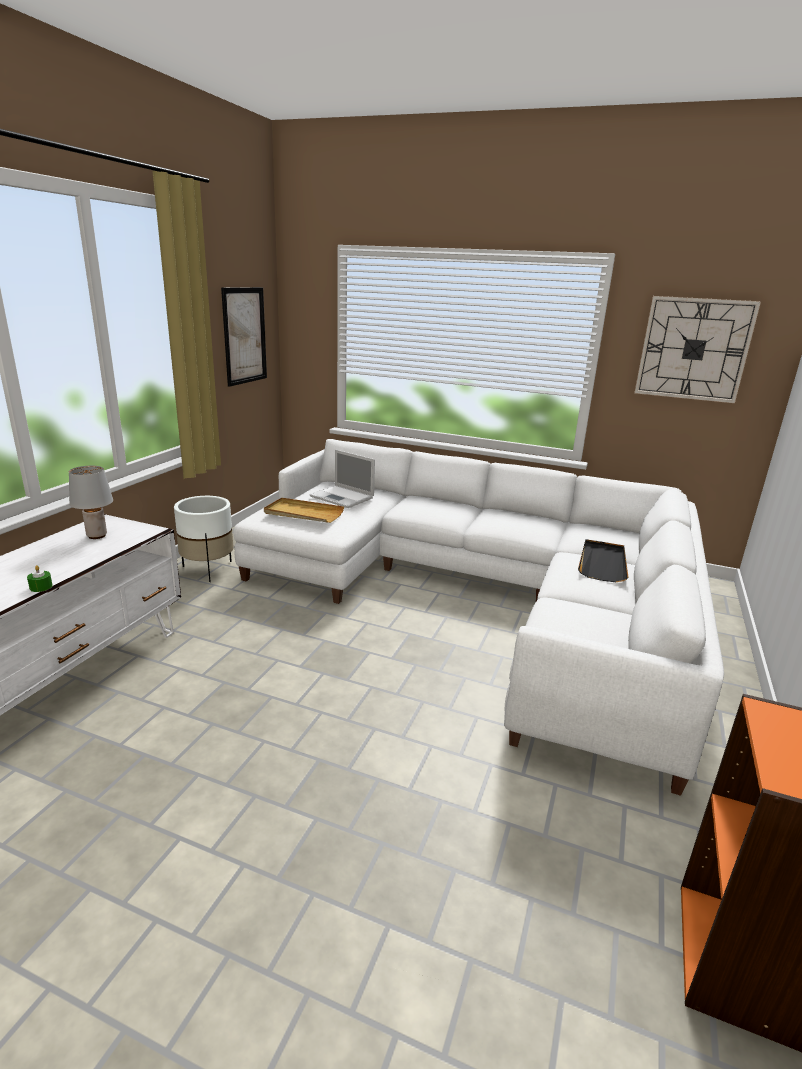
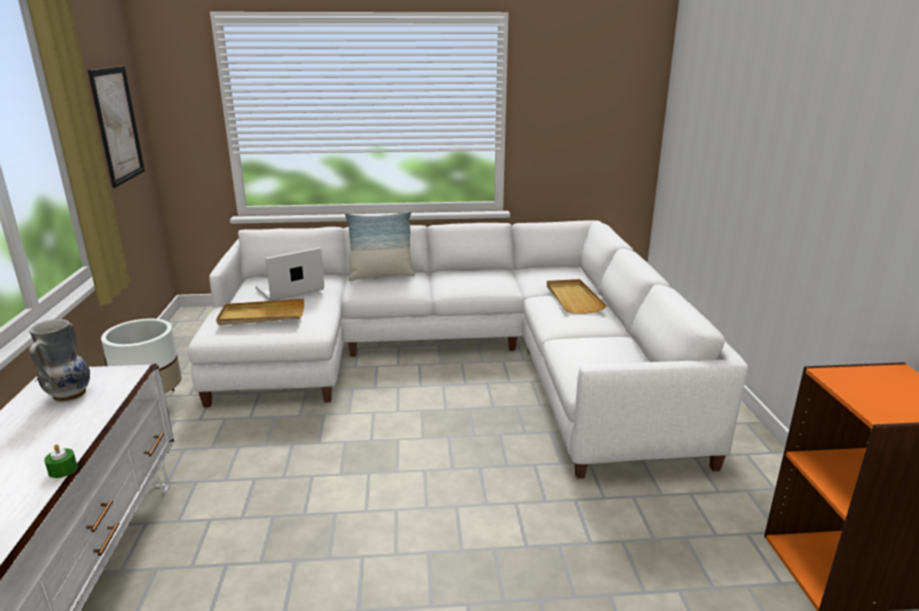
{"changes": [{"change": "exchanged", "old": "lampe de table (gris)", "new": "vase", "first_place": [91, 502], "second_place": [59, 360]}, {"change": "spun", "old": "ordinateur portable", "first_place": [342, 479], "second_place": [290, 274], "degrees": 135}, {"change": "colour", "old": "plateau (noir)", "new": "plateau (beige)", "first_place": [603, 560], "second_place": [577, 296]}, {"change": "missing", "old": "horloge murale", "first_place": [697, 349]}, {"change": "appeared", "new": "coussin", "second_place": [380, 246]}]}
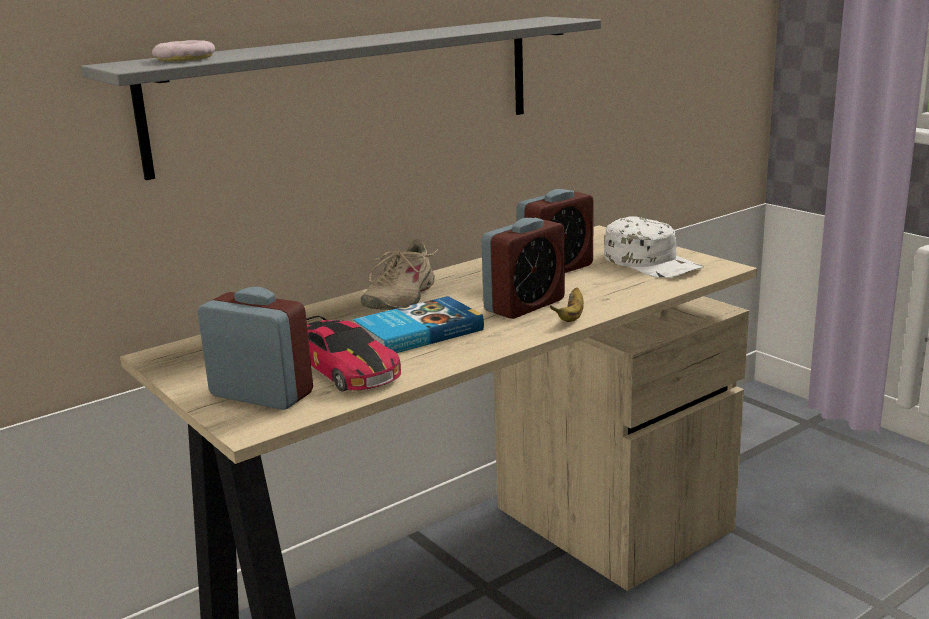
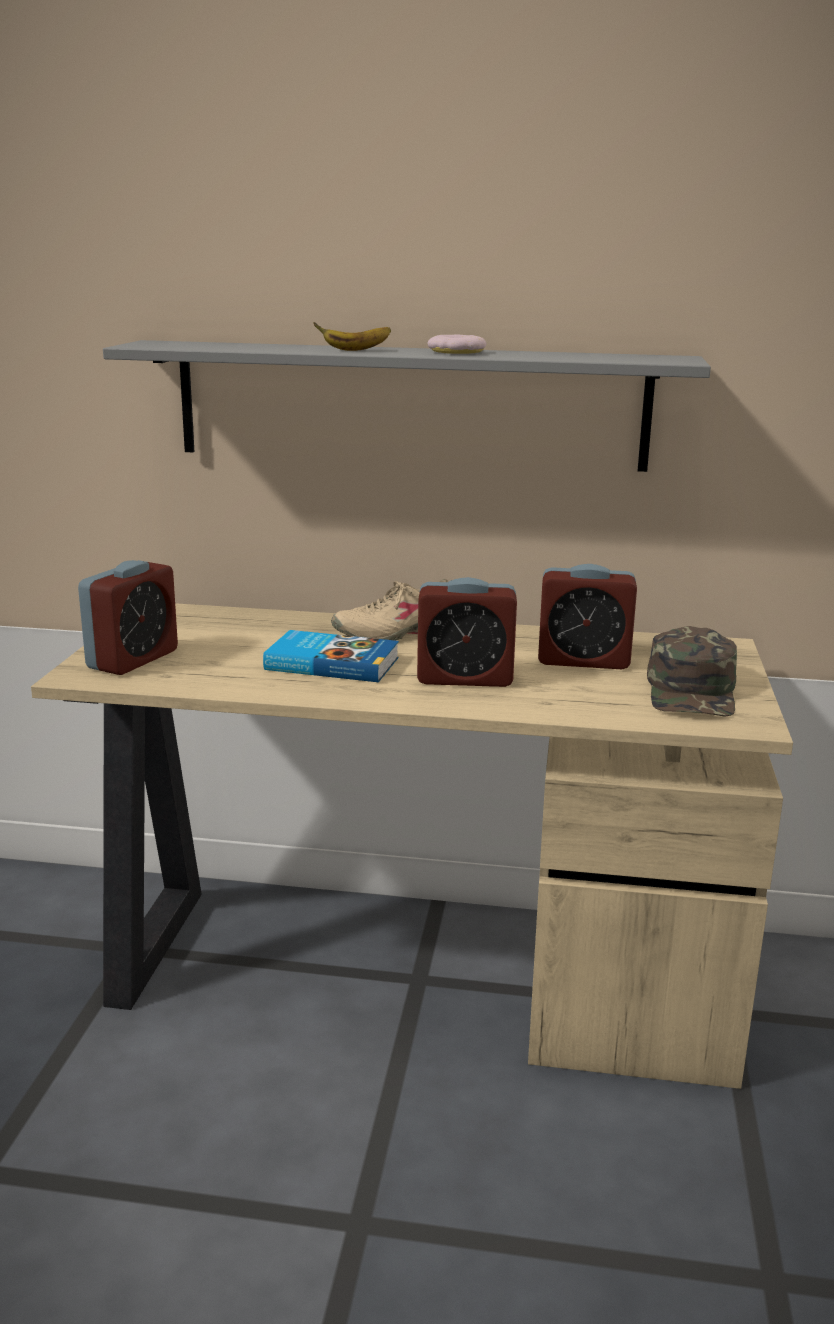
{"changes": [{"change": "relocated", "old": "beignet", "first_place": [183, 50], "second_place": [456, 344]}, {"change": "spun", "old": "réveil", "first_place": [255, 348], "second_place": [128, 617], "degrees": 45}, {"change": "missing", "old": "petite voiture", "first_place": [353, 354]}, {"change": "relocated", "old": "banane", "first_place": [567, 305], "second_place": [352, 336]}, {"change": "colour", "old": "casquette (blanc)", "new": "casquette (vert)", "first_place": [654, 247], "second_place": [692, 671]}]}
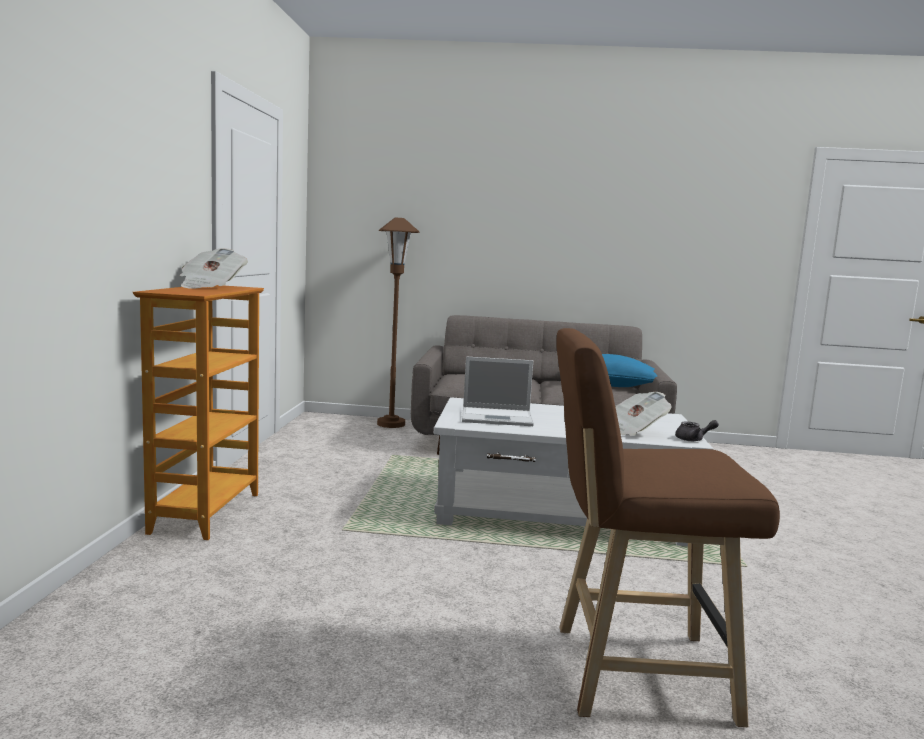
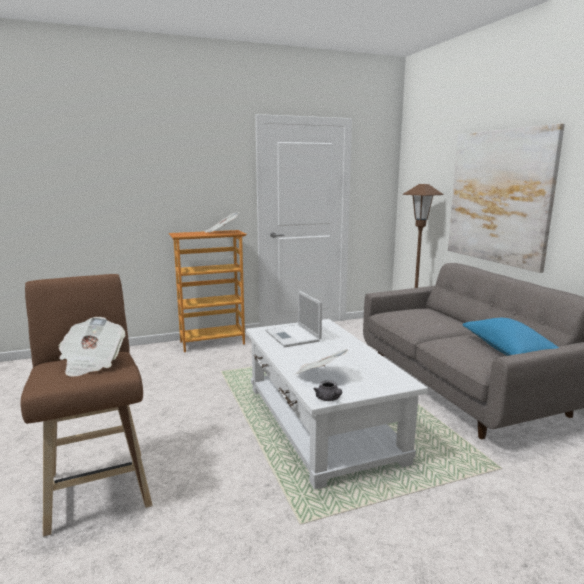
{"changes": [{"change": "appeared", "new": "journal", "second_place": [92, 347]}, {"change": "appeared", "new": "tableau", "second_place": [506, 198]}]}
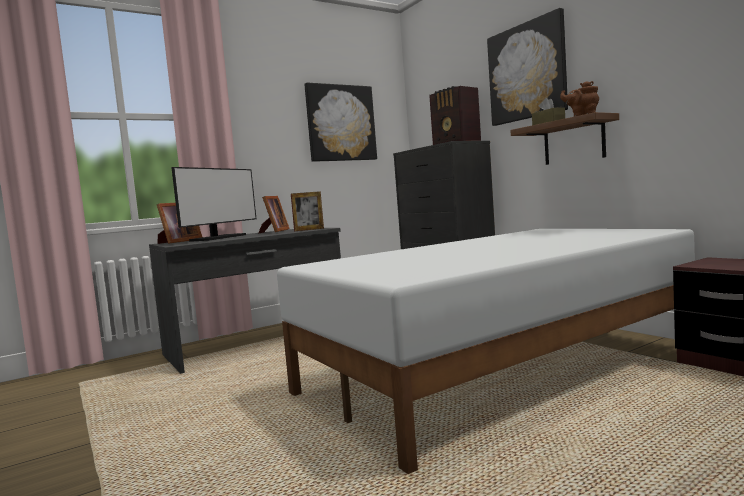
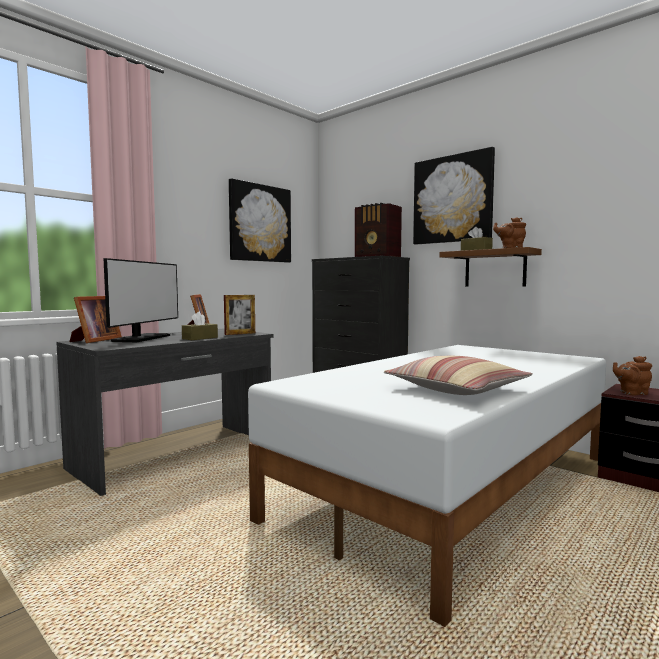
{"changes": [{"change": "appeared", "new": "boîte à mouchoirs (marron)", "second_place": [200, 326]}, {"change": "appeared", "new": "coussin", "second_place": [458, 375]}, {"change": "appeared", "new": "théière (marron)", "second_place": [632, 376]}]}
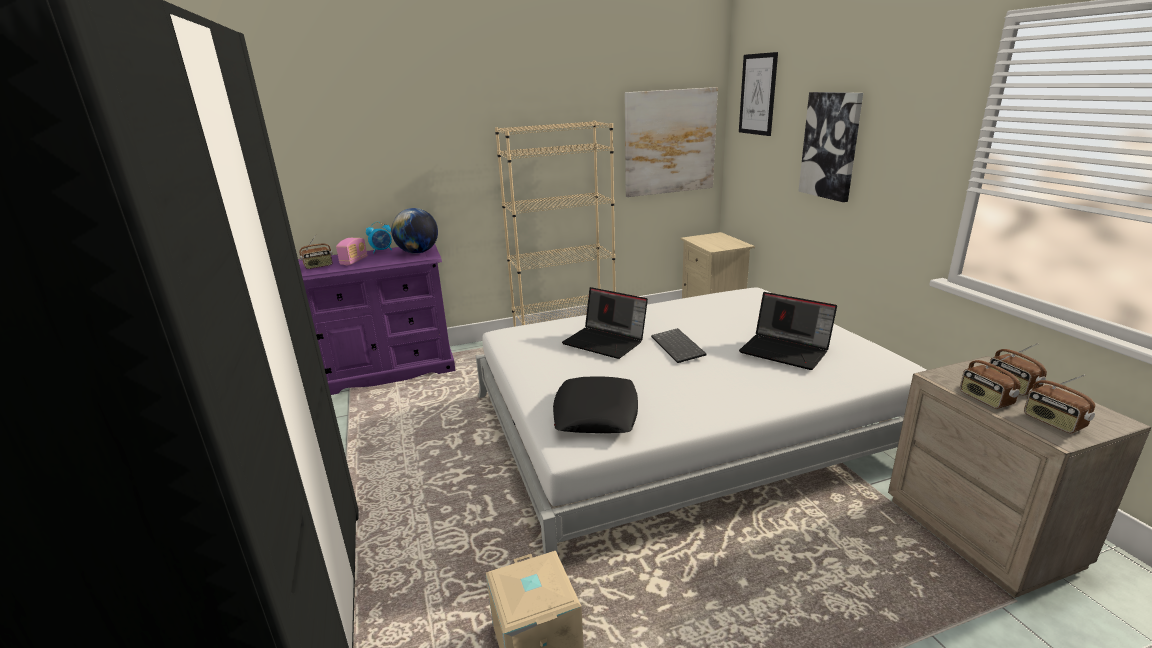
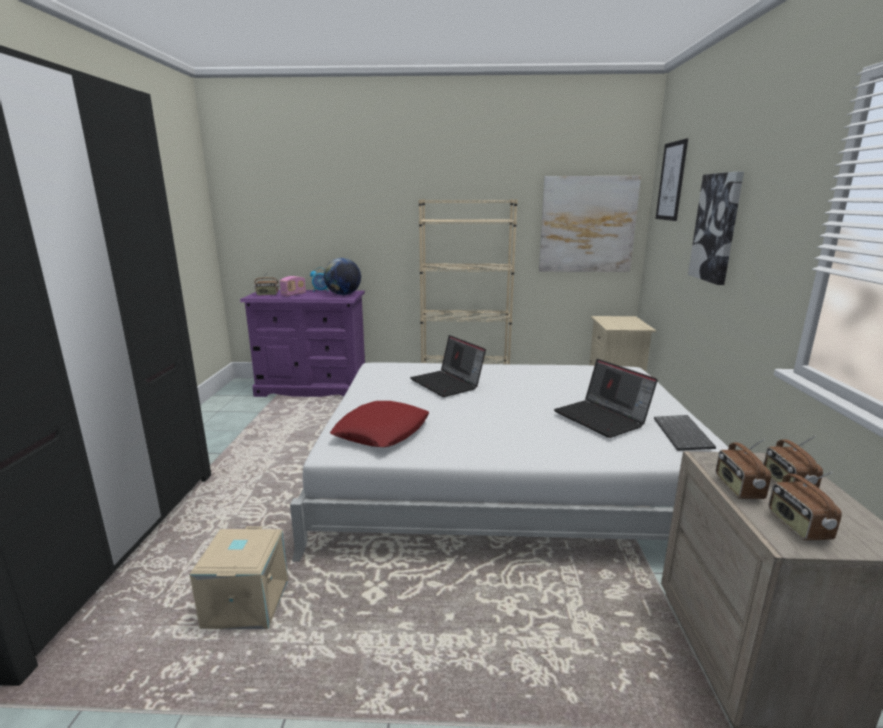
{"changes": [{"change": "colour", "old": "coussin (noir)", "new": "coussin (rouge)", "first_place": [595, 404], "second_place": [379, 424]}, {"change": "relocated", "old": "clavier", "first_place": [679, 345], "second_place": [685, 433]}]}
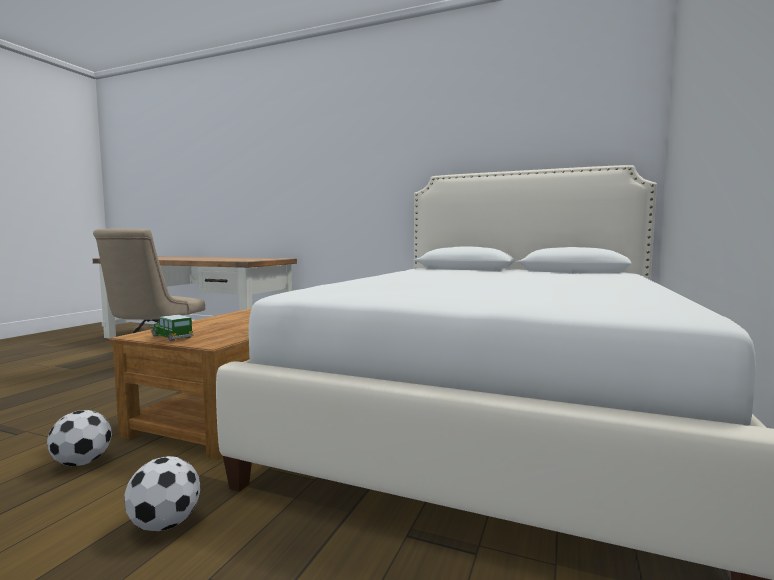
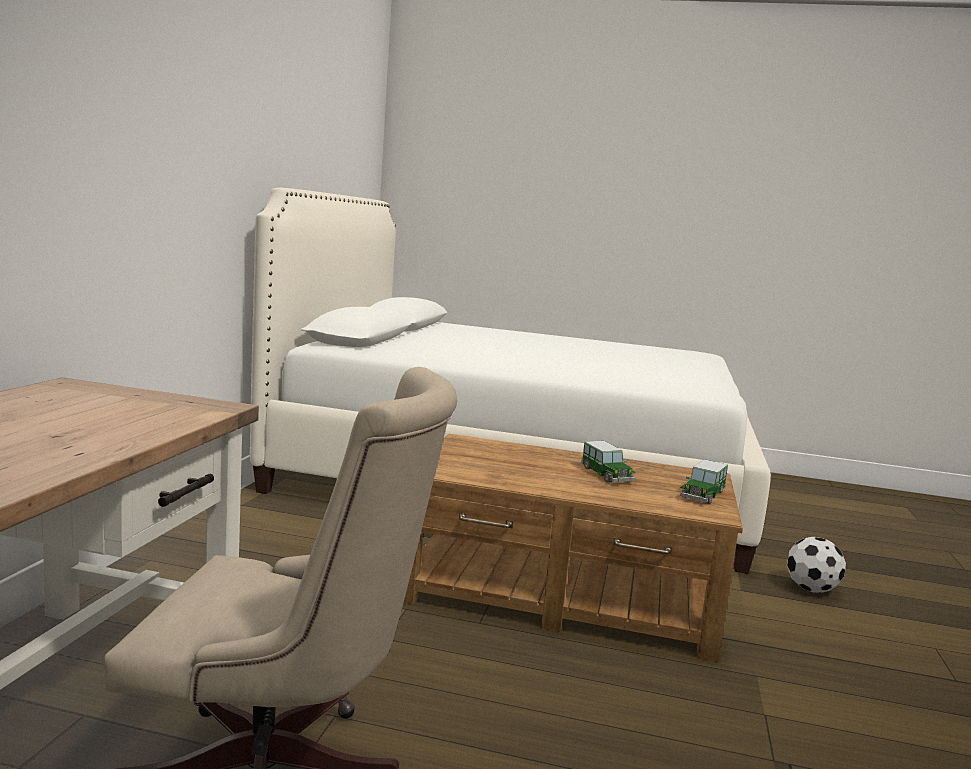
{"changes": [{"change": "missing", "old": "ballon de foot", "first_place": [79, 438]}, {"change": "appeared", "new": "petite voiture", "second_place": [608, 462]}]}
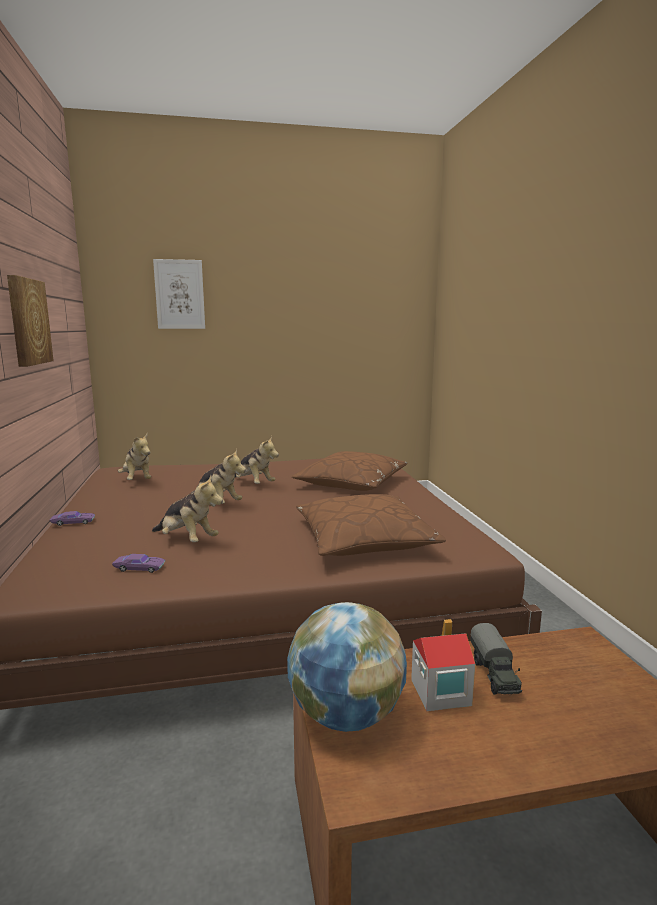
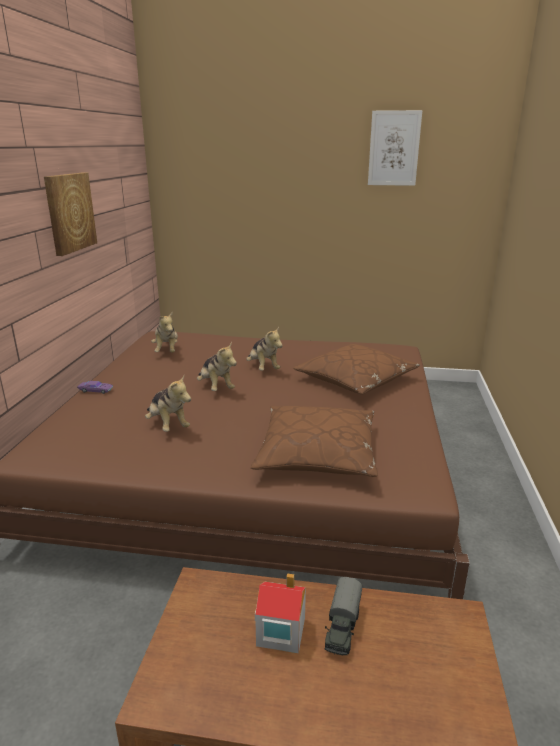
{"changes": [{"change": "missing", "old": "petite voiture (violet)", "first_place": [138, 563]}, {"change": "relocated", "old": "tableau", "first_place": [179, 294], "second_place": [395, 148]}, {"change": "missing", "old": "globe", "first_place": [347, 667]}]}
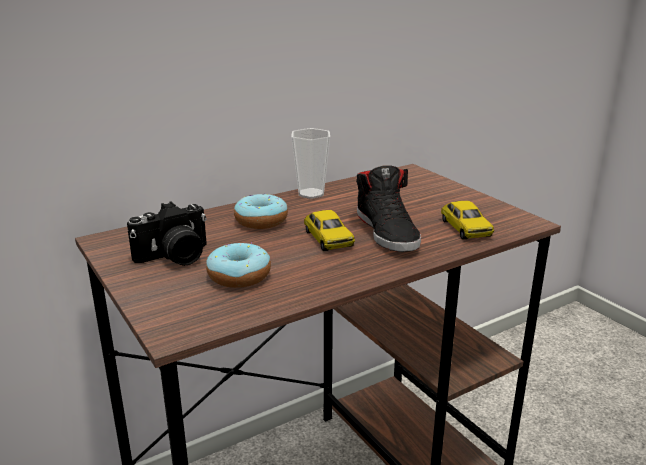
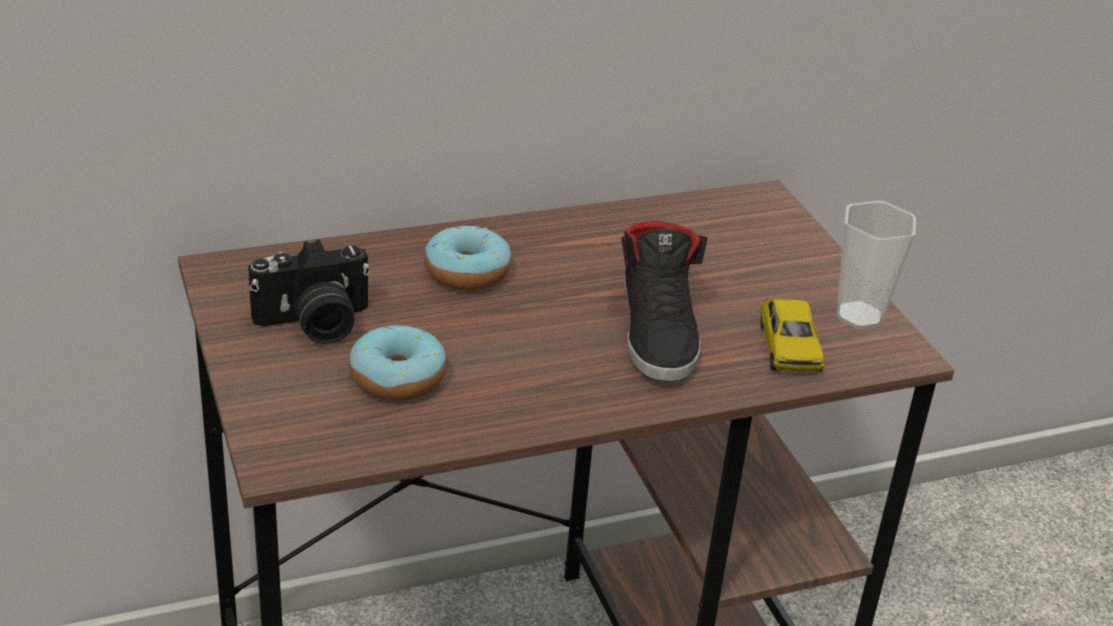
{"changes": [{"change": "relocated", "old": "tasse", "first_place": [310, 163], "second_place": [876, 265]}, {"change": "missing", "old": "petite voiture", "first_place": [329, 230]}]}
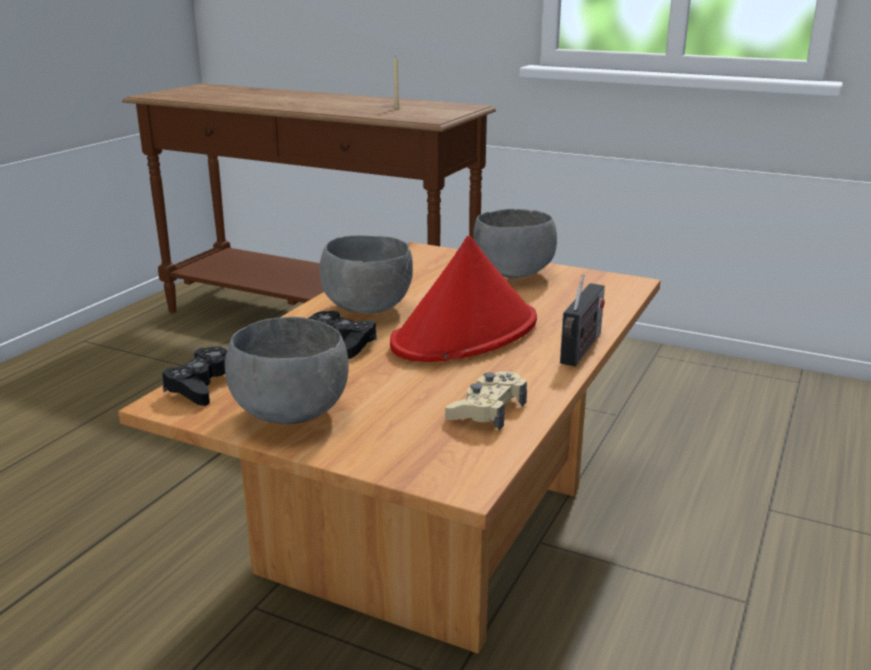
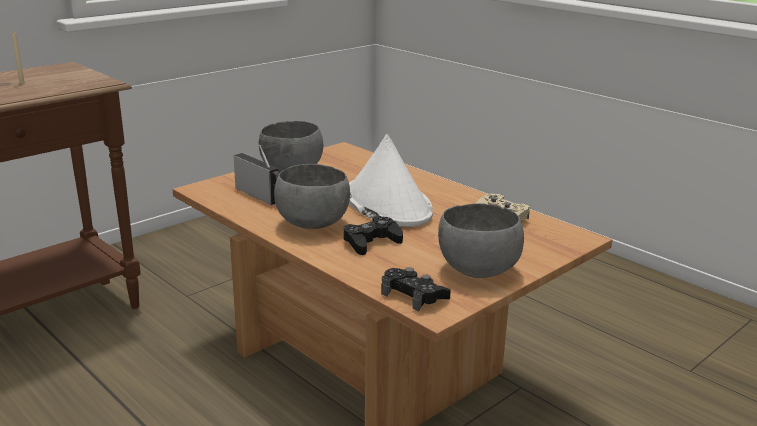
{"changes": [{"change": "colour", "old": "chapeau (rouge)", "new": "chapeau (blanc)", "first_place": [463, 299], "second_place": [391, 180]}, {"change": "relocated", "old": "radio", "first_place": [582, 320], "second_place": [256, 175]}]}
